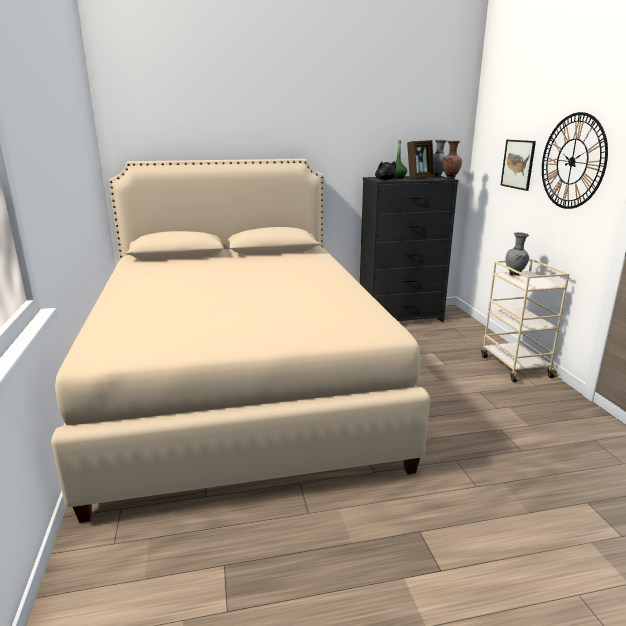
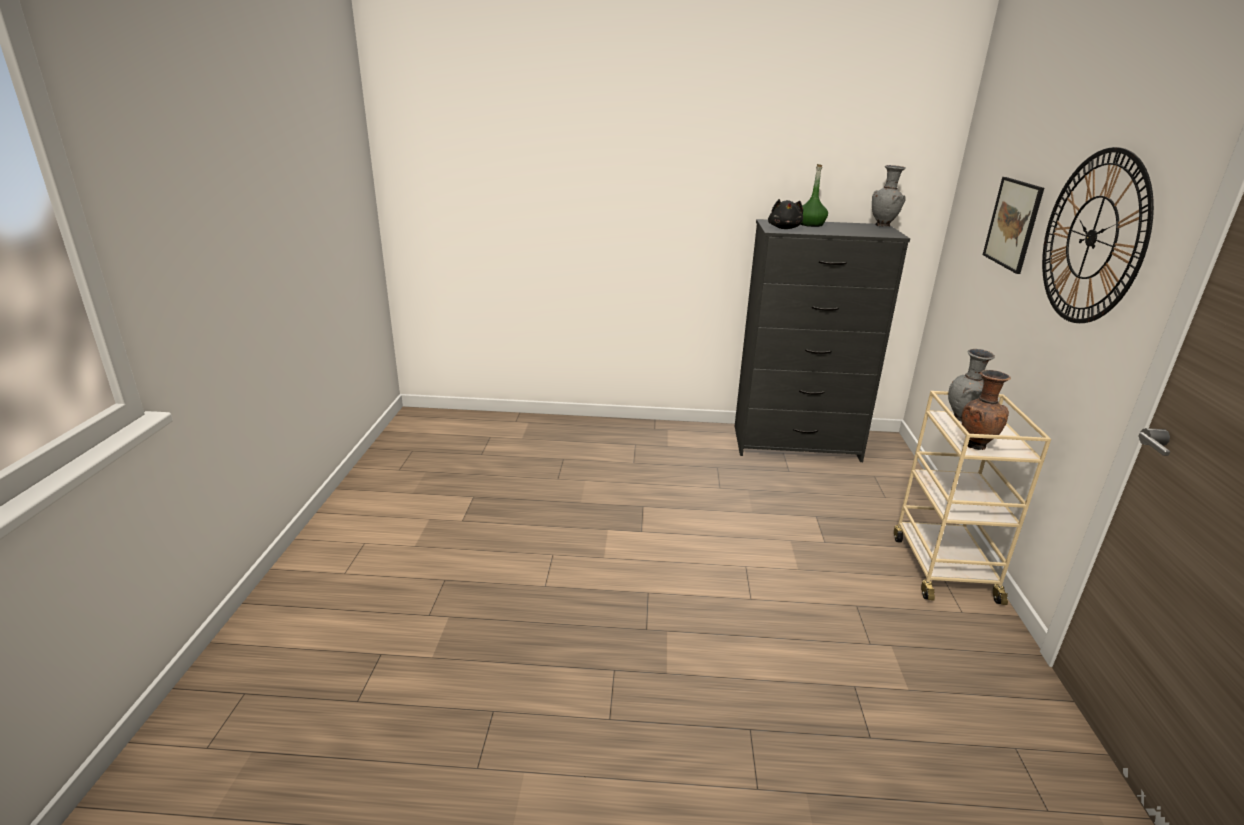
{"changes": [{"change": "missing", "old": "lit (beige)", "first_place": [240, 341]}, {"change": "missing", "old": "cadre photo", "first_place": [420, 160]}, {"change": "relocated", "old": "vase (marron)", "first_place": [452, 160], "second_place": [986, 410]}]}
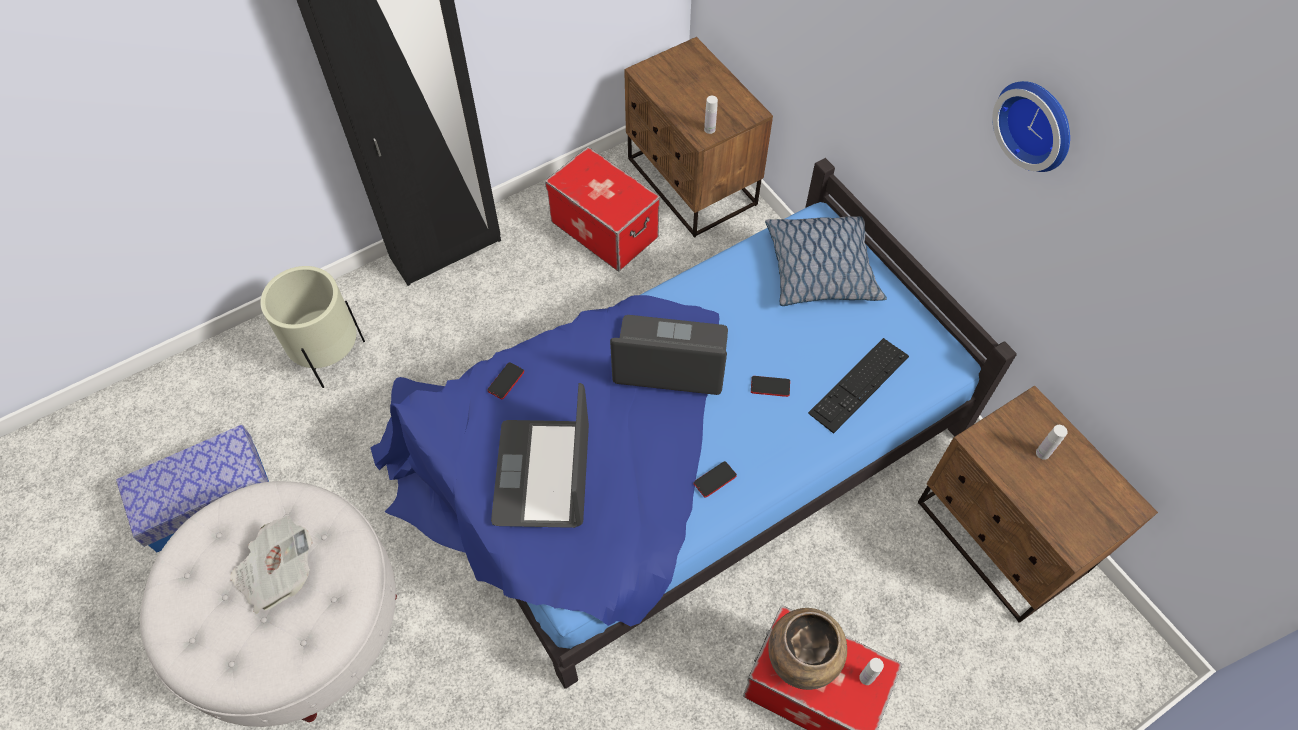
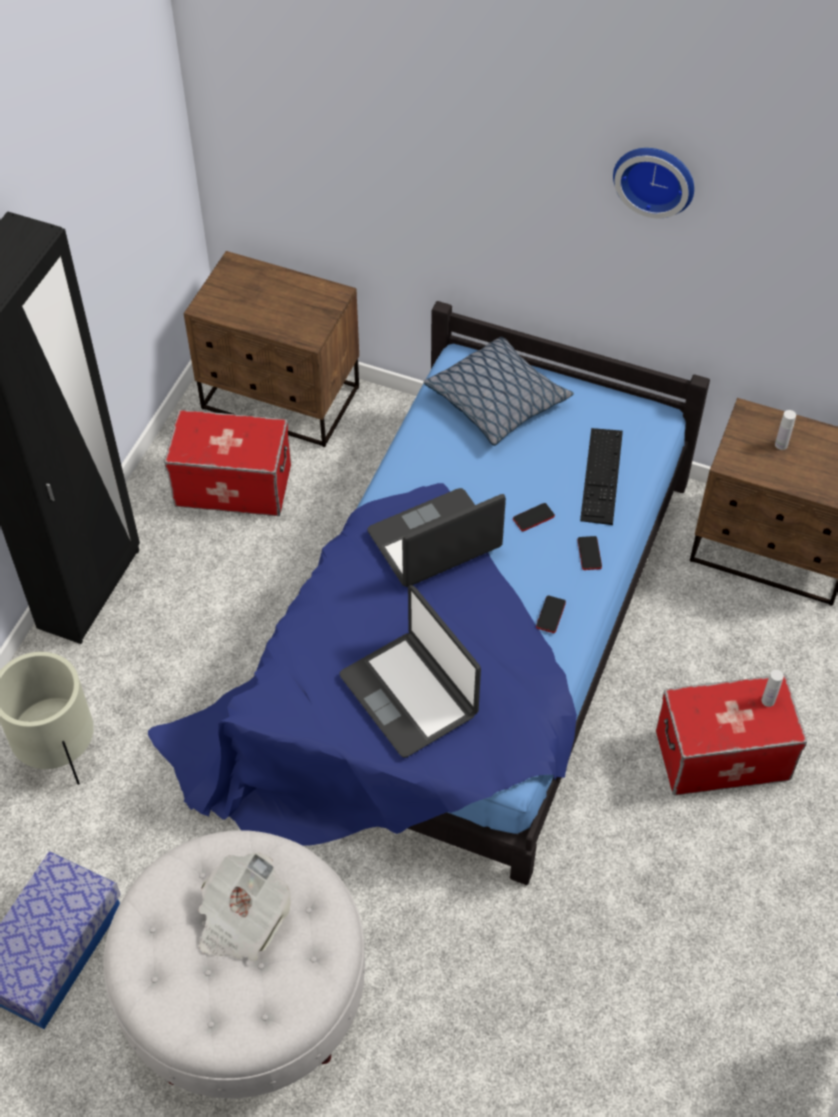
{"changes": [{"change": "relocated", "old": "téléphone", "first_place": [505, 381], "second_place": [590, 553]}, {"change": "missing", "old": "bouteille (blanc)", "first_place": [711, 115]}, {"change": "missing", "old": "vase (marron)", "first_place": [807, 649]}]}
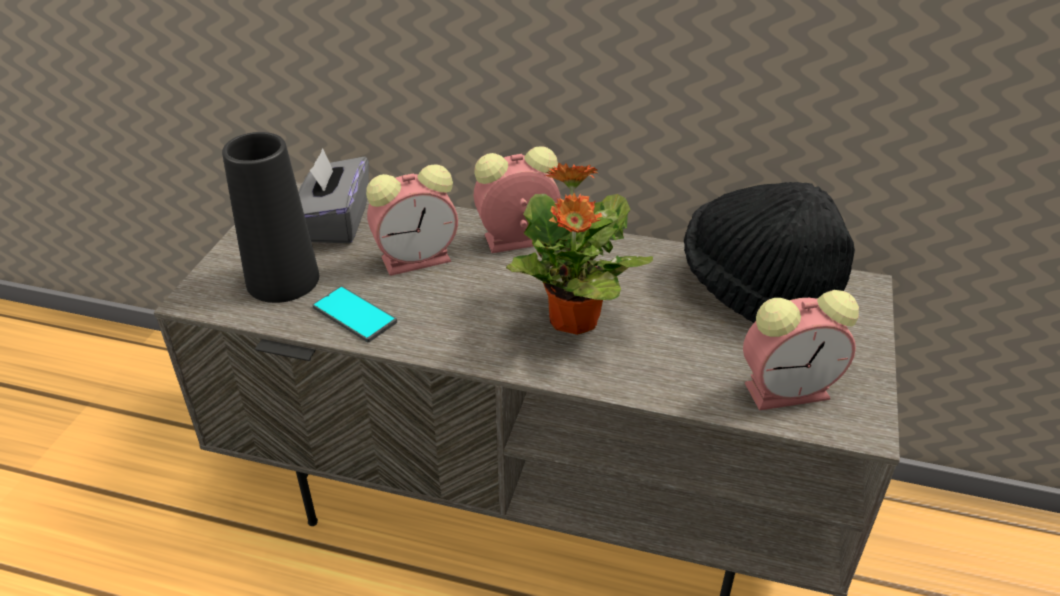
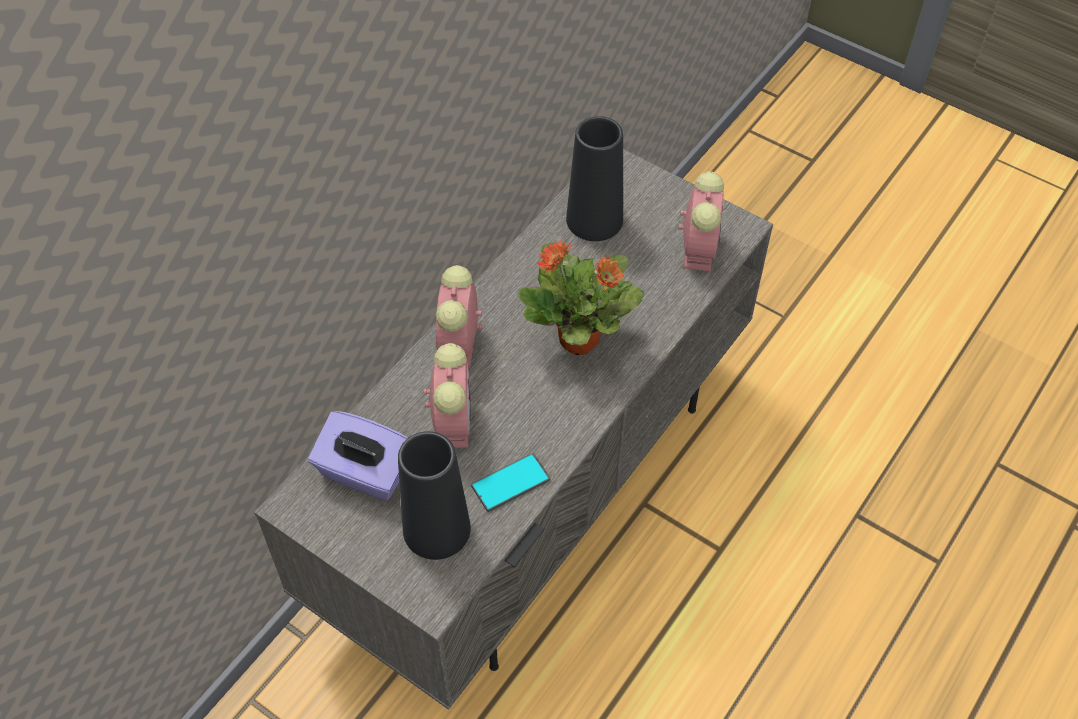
{"changes": [{"change": "colour", "old": "boîte à mouchoirs (gris)", "new": "boîte à mouchoirs (violet)", "first_place": [333, 196], "second_place": [358, 456]}, {"change": "exchanged", "old": "chapeau (noir)", "new": "vase (noir)", "first_place": [769, 252], "second_place": [594, 178]}]}
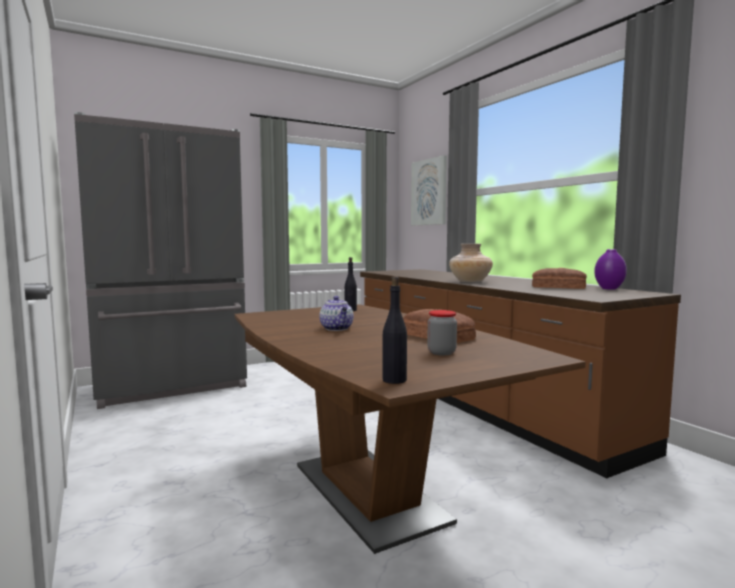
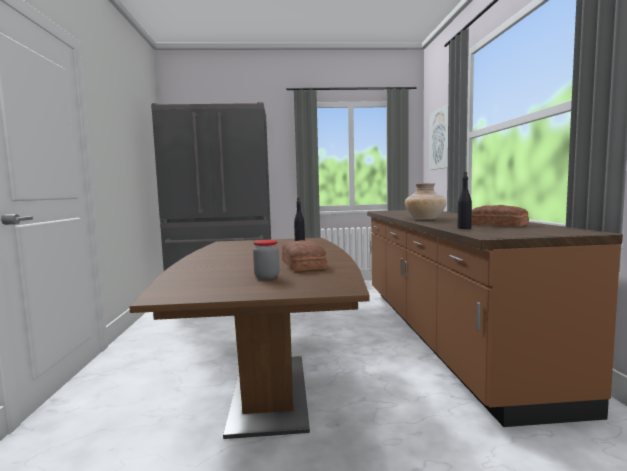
{"changes": [{"change": "missing", "old": "théière", "first_place": [336, 313]}, {"change": "relocated", "old": "bouteille (noir)", "first_place": [394, 330], "second_place": [465, 200]}, {"change": "missing", "old": "vase (violet)", "first_place": [610, 269]}]}
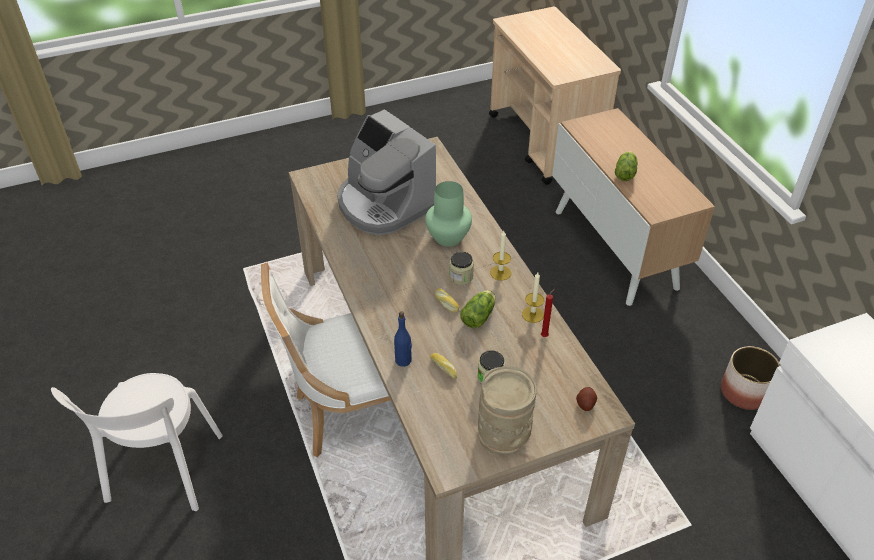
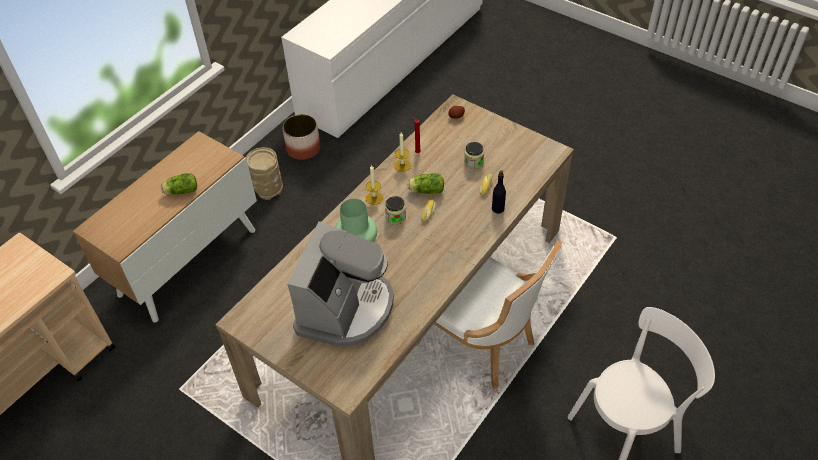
{"changes": [{"change": "colour", "old": "bouteille (bleu)", "new": "bouteille (noir)", "first_place": [403, 339], "second_place": [499, 192]}, {"change": "relocated", "old": "vase (beige)", "first_place": [507, 410], "second_place": [264, 173]}]}
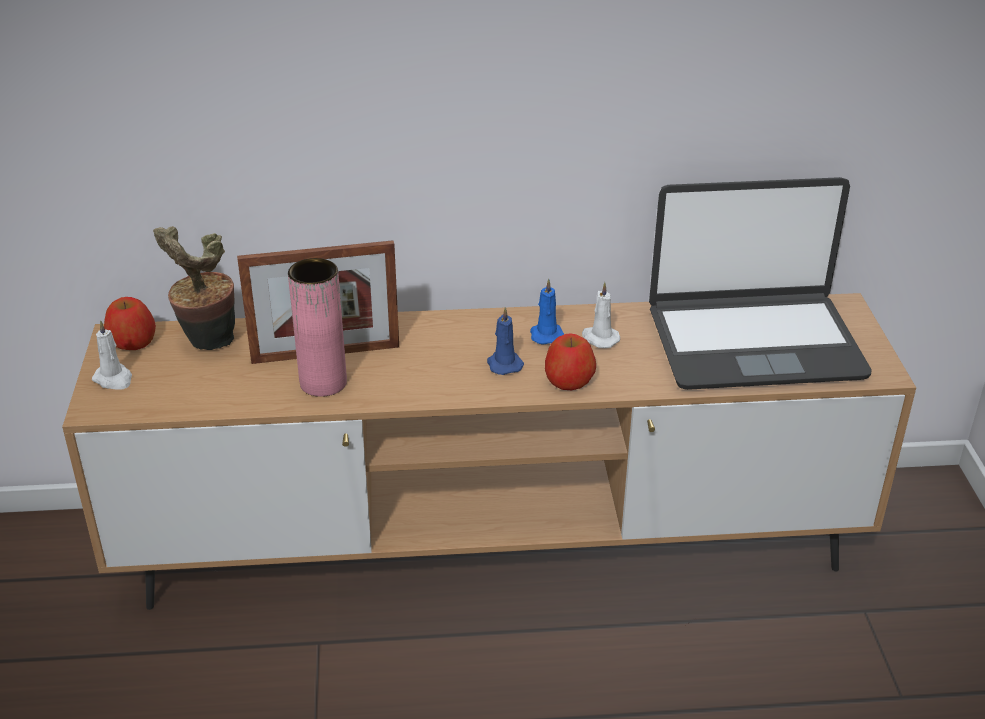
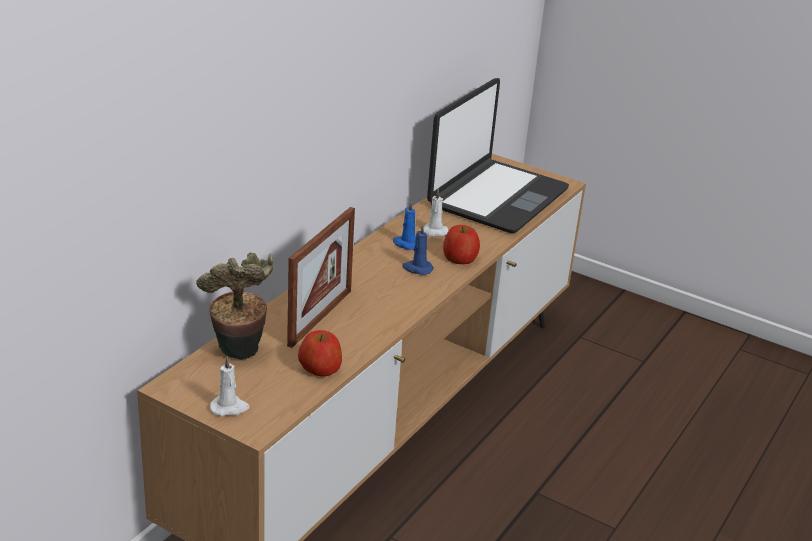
{"changes": [{"change": "relocated", "old": "pomme", "first_place": [130, 323], "second_place": [320, 353]}, {"change": "missing", "old": "vase (rose)", "first_place": [317, 327]}]}
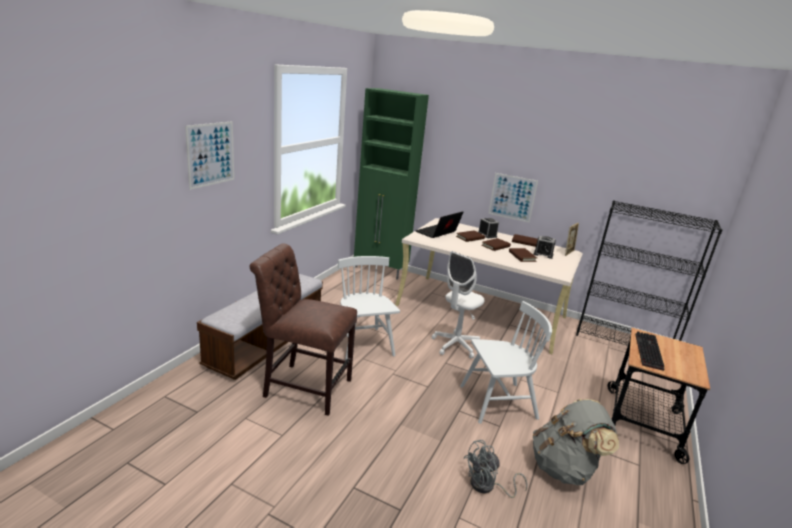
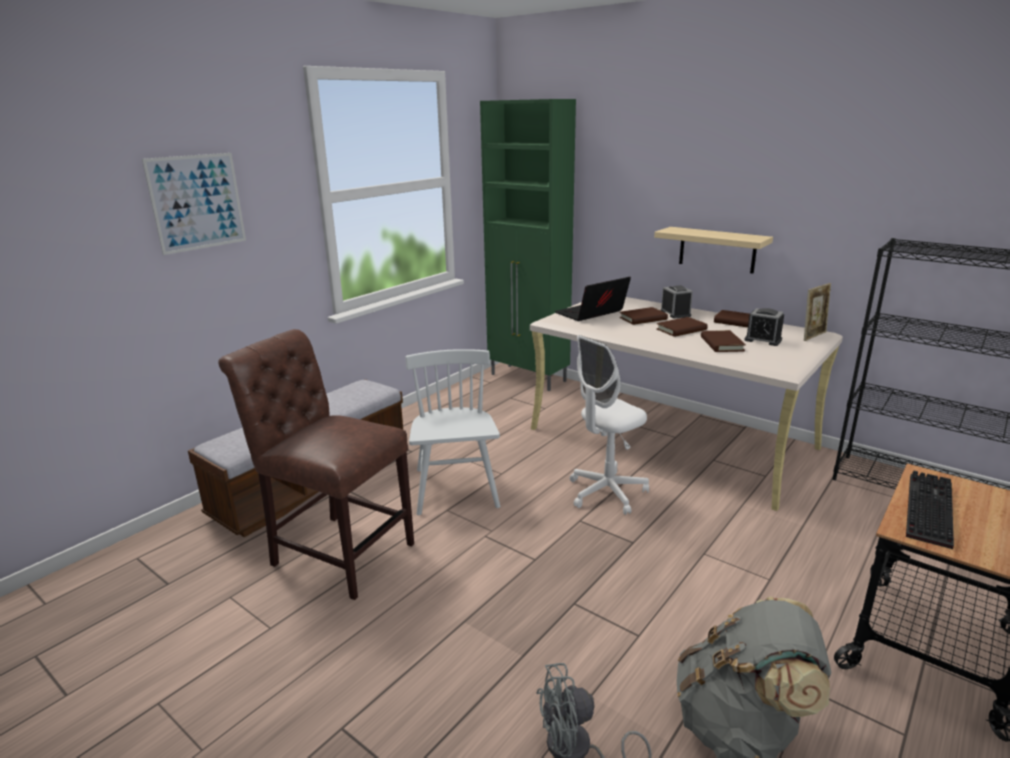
{"changes": [{"change": "missing", "old": "chaise (blanc)", "first_place": [506, 362]}, {"change": "exchanged", "old": "tableau", "new": "étagère (beige)", "first_place": [513, 198], "second_place": [713, 250]}]}
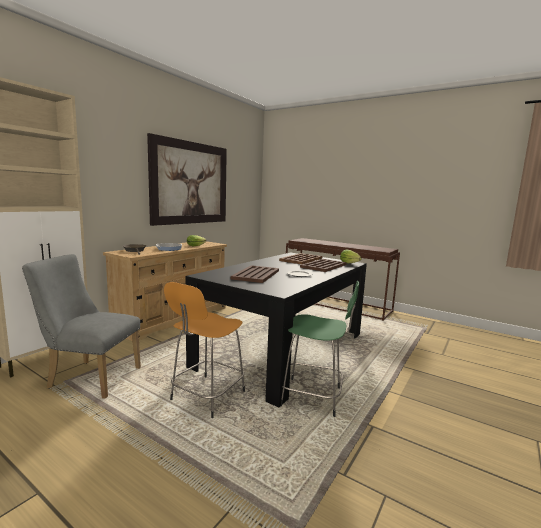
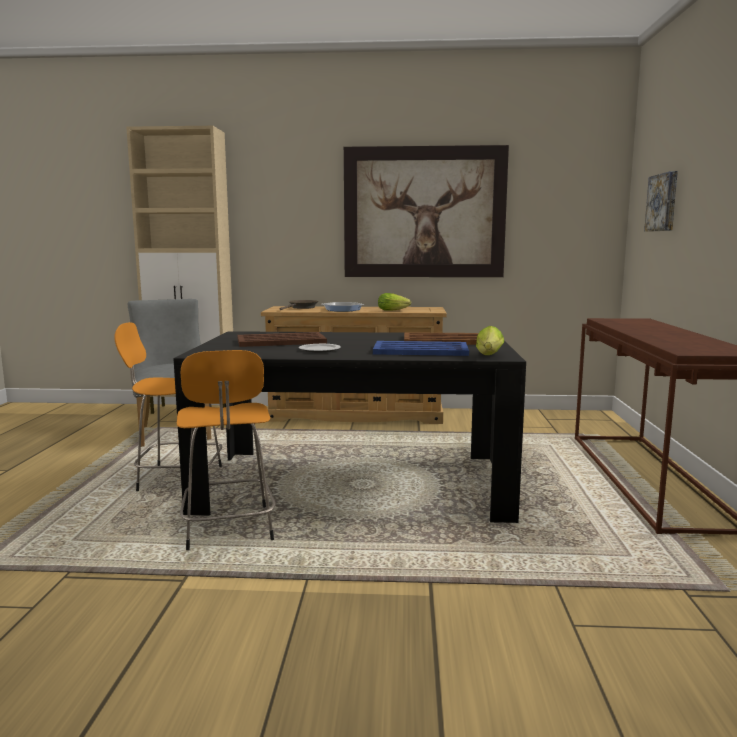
{"changes": [{"change": "colour", "old": "tabouret (vert)", "new": "tabouret (orange)", "first_place": [320, 349], "second_place": [226, 450]}, {"change": "colour", "old": "plateau (marron)", "new": "plateau (bleu)", "first_place": [323, 265], "second_place": [421, 348]}, {"change": "appeared", "new": "tableau", "second_place": [661, 201]}]}
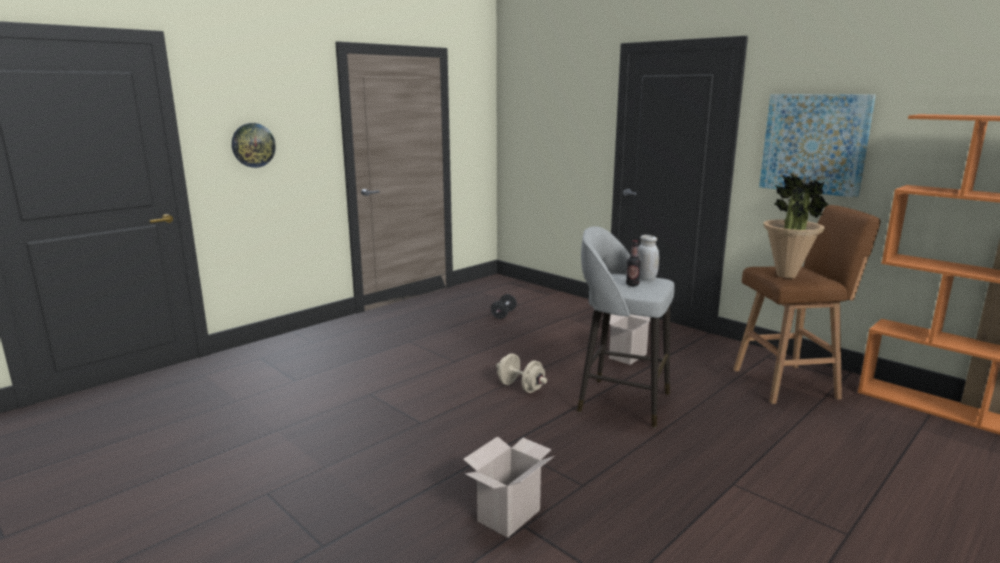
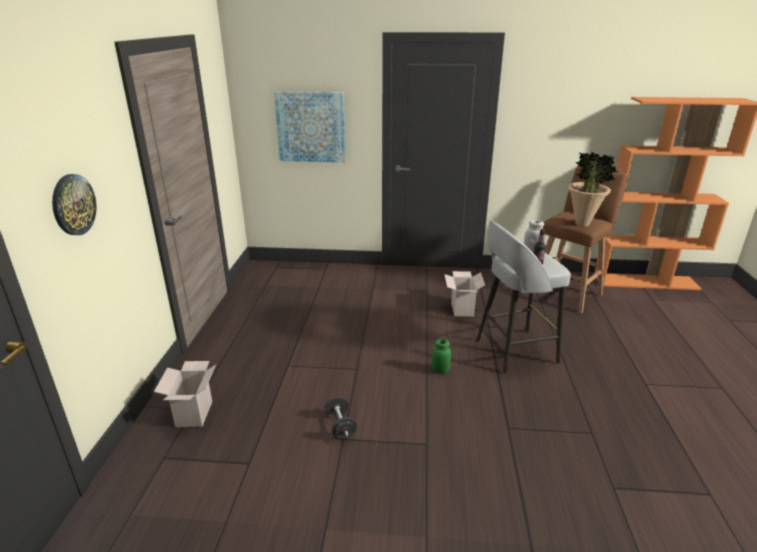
{"changes": [{"change": "relocated", "old": "carton", "first_place": [508, 487], "second_place": [185, 394]}, {"change": "relocated", "old": "haltère (noir)", "first_place": [504, 306], "second_place": [340, 417]}, {"change": "exchanged", "old": "haltère (beige)", "new": "bocal (vert)", "first_place": [521, 373], "second_place": [441, 356]}, {"change": "relocated", "old": "tableau", "first_place": [817, 146], "second_place": [310, 126]}]}
